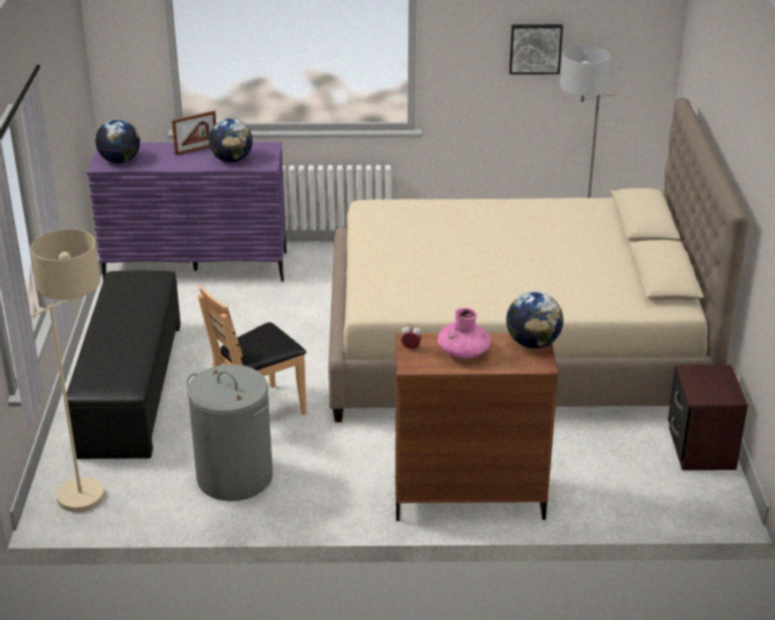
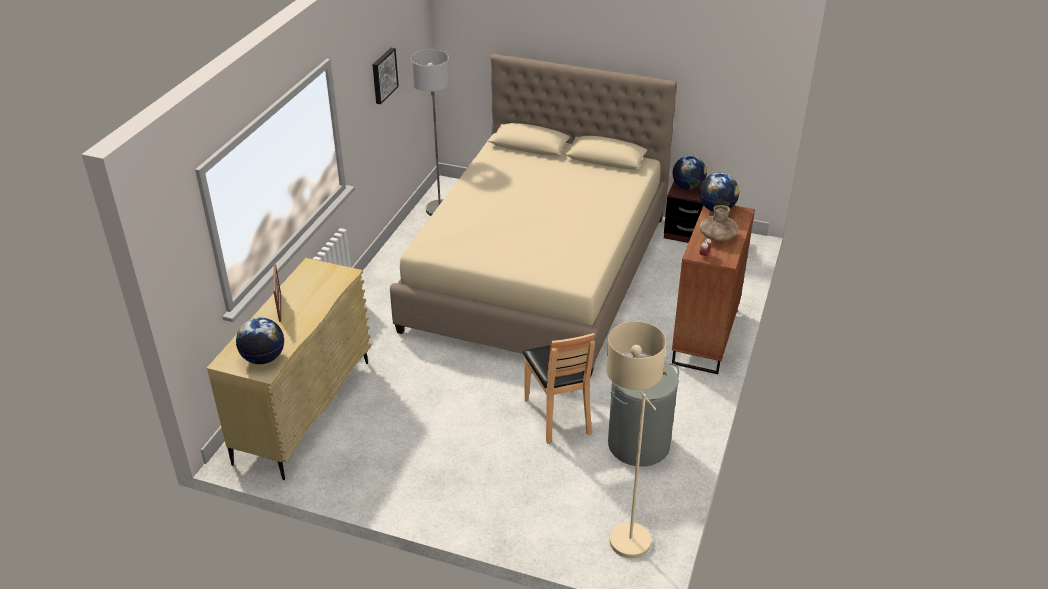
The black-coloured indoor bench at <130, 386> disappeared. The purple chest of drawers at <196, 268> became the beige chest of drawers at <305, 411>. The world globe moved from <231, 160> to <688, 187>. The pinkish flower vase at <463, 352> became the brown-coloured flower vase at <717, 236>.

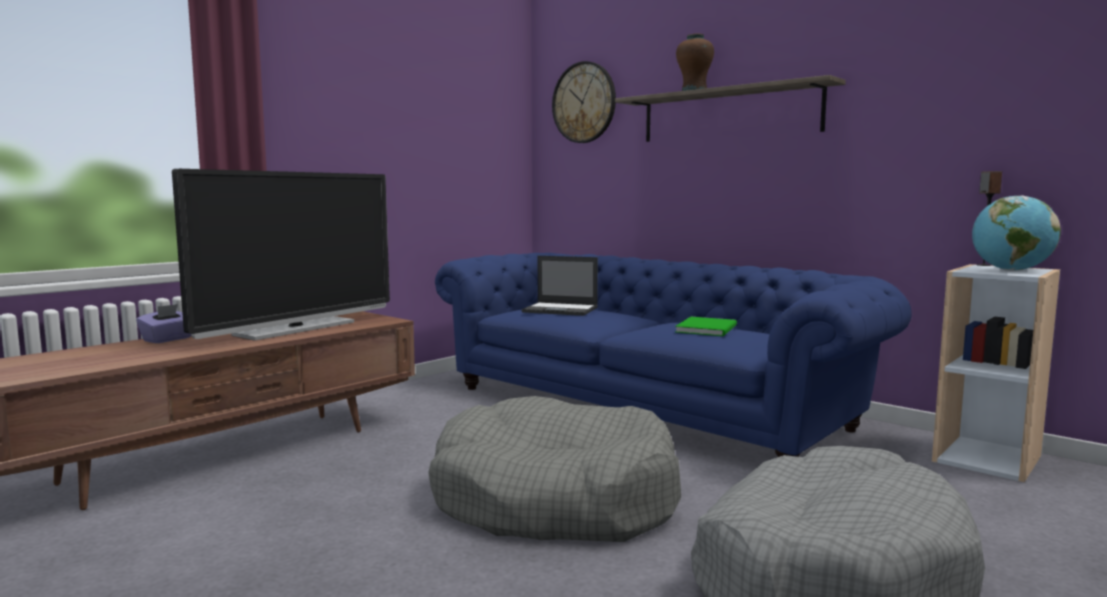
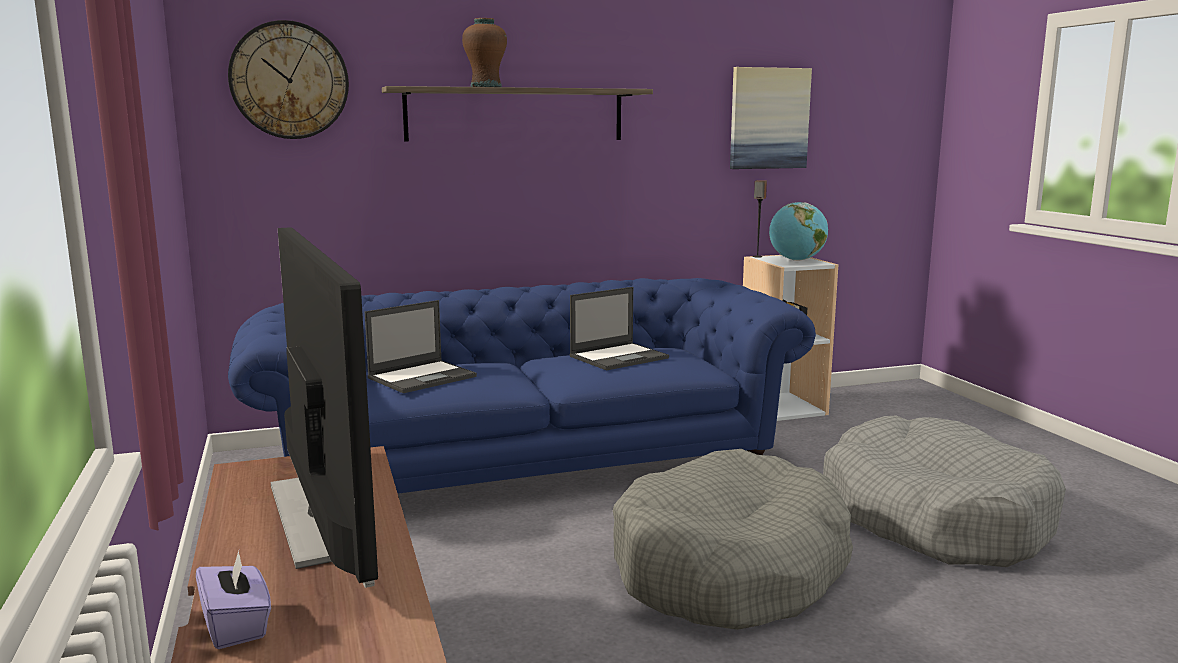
The green-coloured book at <708, 328> was replaced by the portable computer at <619, 357>. The wall picture at <769, 118> appeared.

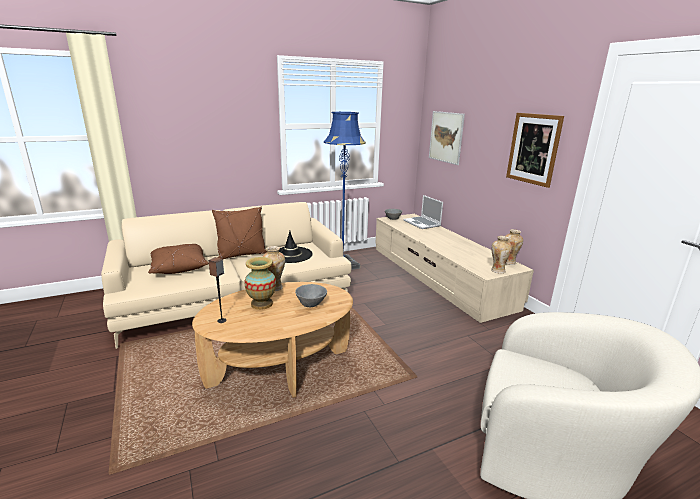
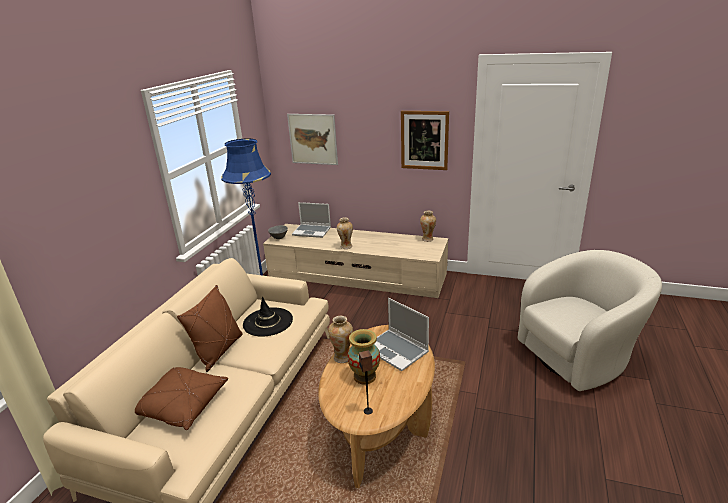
The greyish deep dish at <311, 304> was replaced by the portable computer at <397, 350>. The flower vase moved from <497, 270> to <346, 246>.

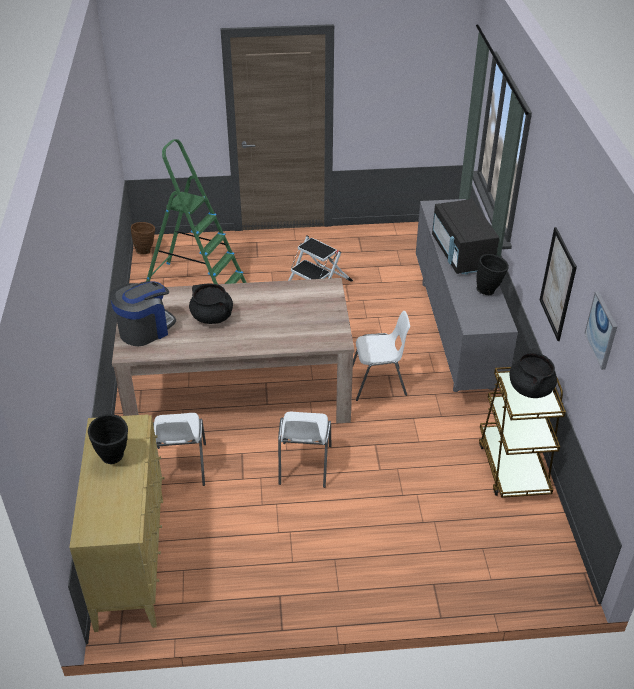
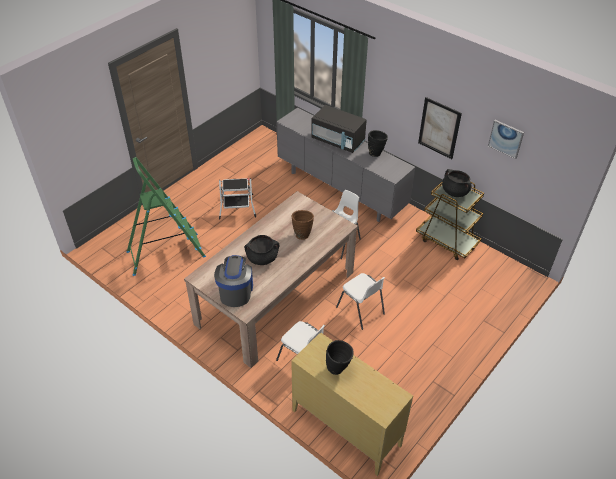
The brown-coloured flower vase moved from <146, 250> to <302, 234>.

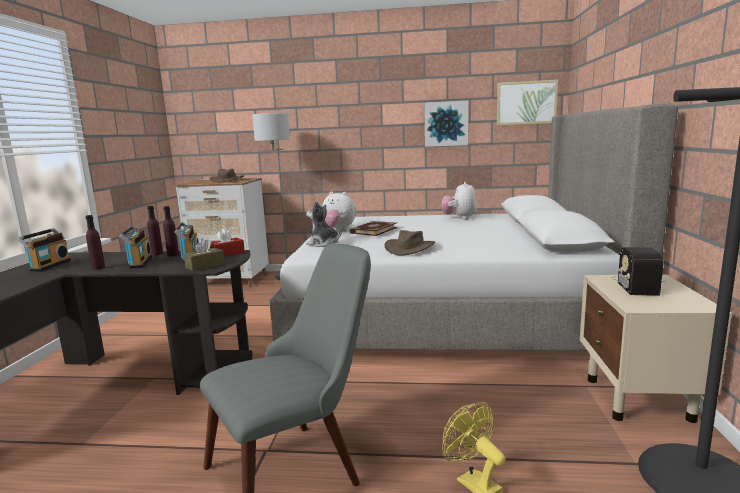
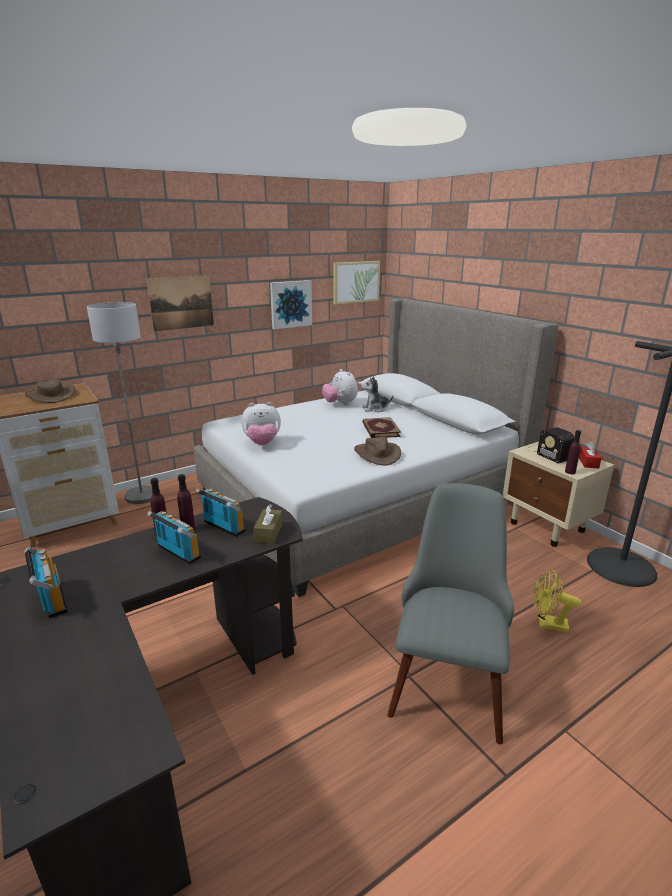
The purple bottle moved from <98, 268> to <570, 472>. The red-coloured tissue holder moved from <227, 254> to <588, 462>. The soft toy moved from <323, 244> to <375, 409>. The book moved from <373, 230> to <380, 430>. The wall picture at <181, 303> appeared.

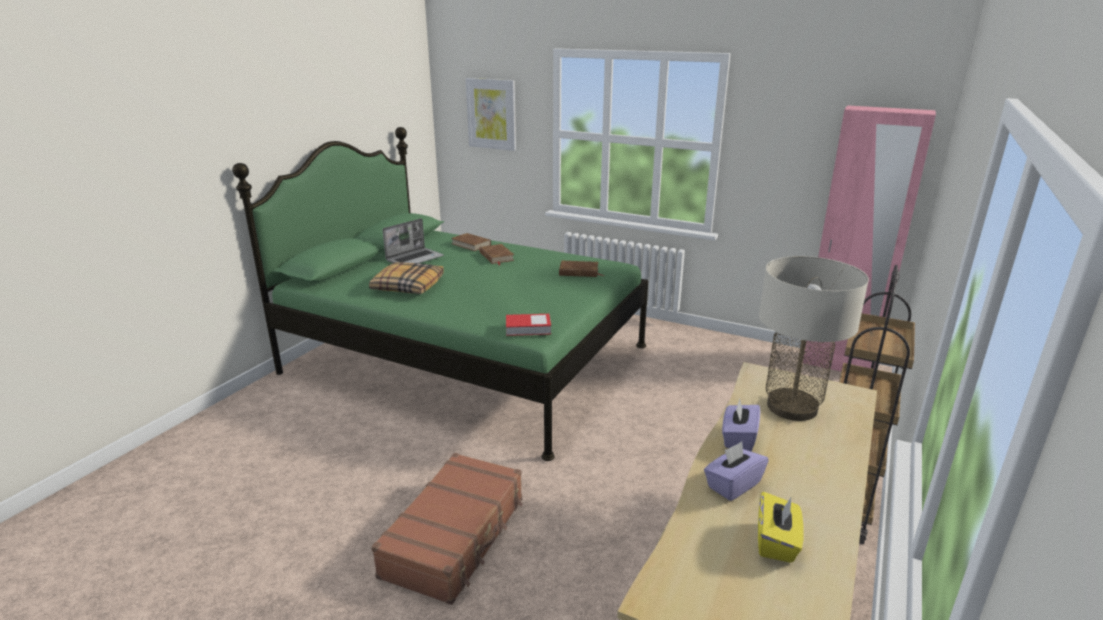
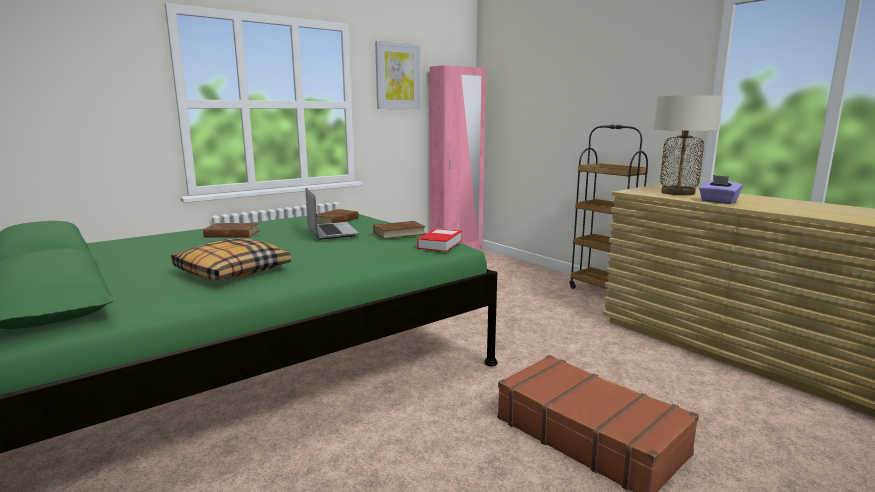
The portable computer moved from <415, 258> to <331, 232>. The brown-coloured book moved from <471, 244> to <398, 233>. The wall picture moved from <491, 114> to <398, 76>. The purple tissue holder at <732, 485> disappeared. The yellow tissue holder at <776, 542> disappeared.

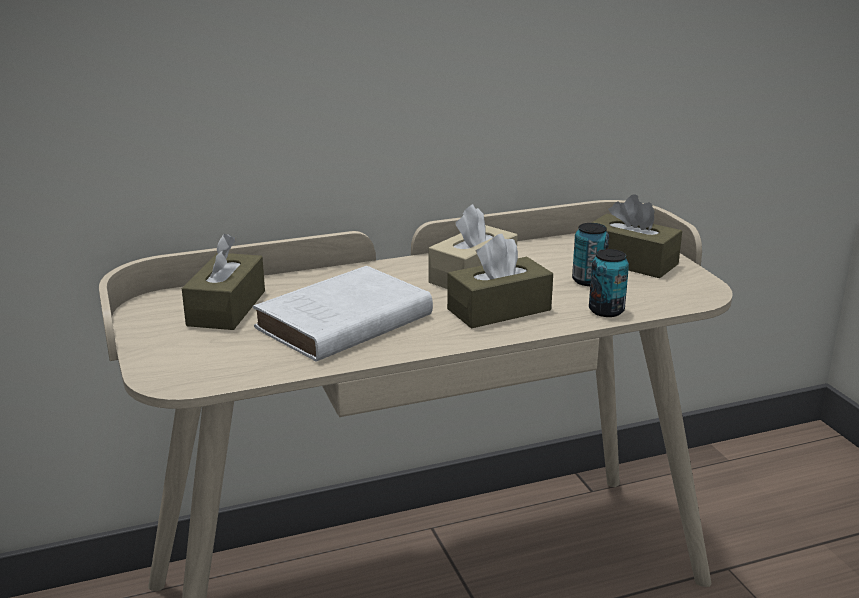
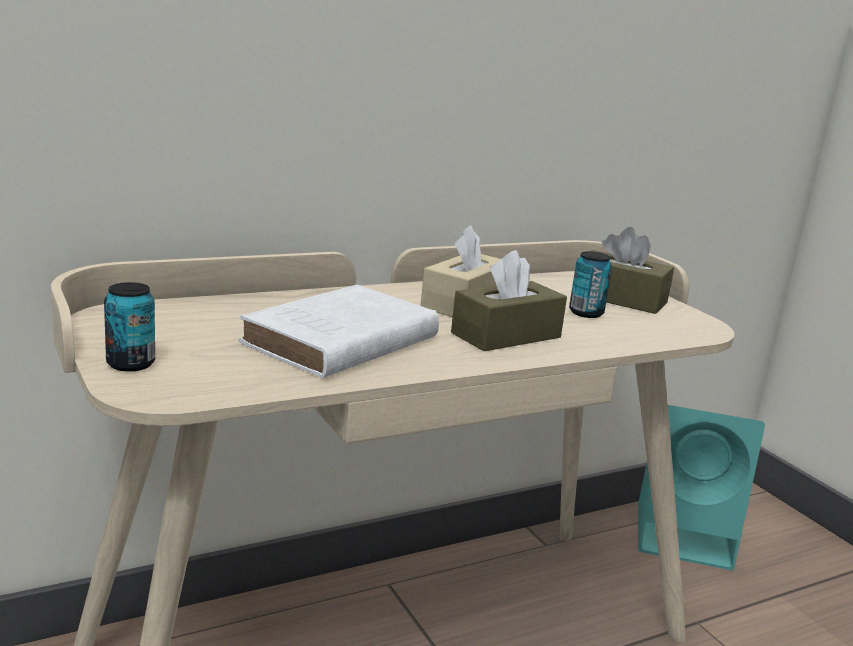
The brown-coloured tissue holder at <226, 308> disappeared. The can moved from <606, 310> to <130, 363>. The turquoise speaker at <686, 536> appeared.

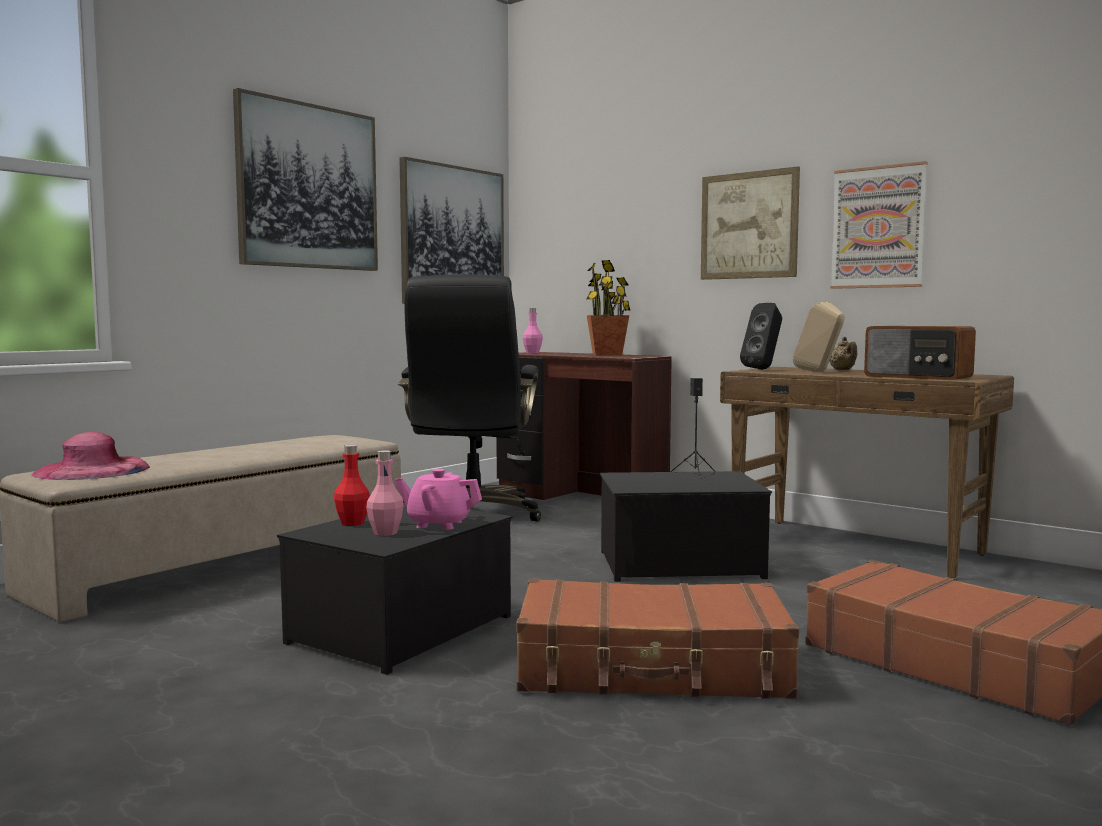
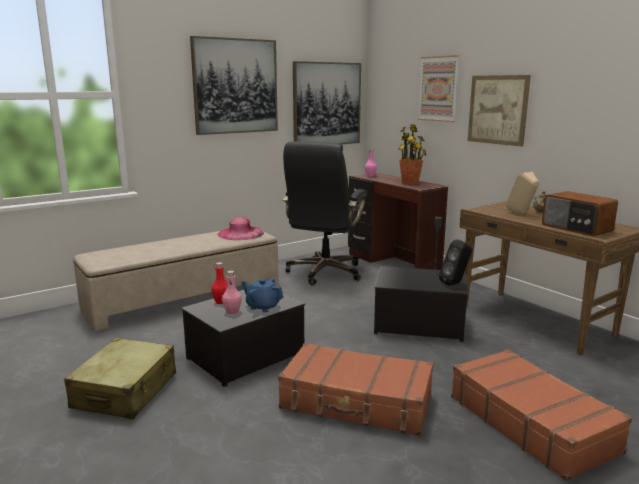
The pinkish clothing hat moved from <92, 470> to <240, 233>. The pinkish tea pot at <438, 524> became the blue tea pot at <262, 307>. The black-coloured speaker moved from <763, 369> to <455, 283>. The wall picture moved from <878, 227> to <438, 89>. The beige suitcase at <125, 391> appeared.

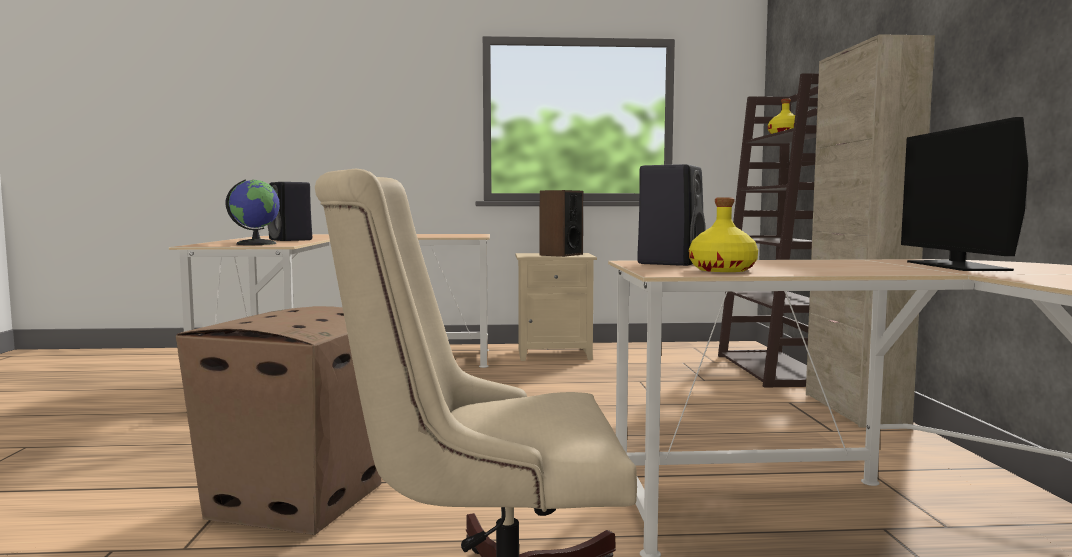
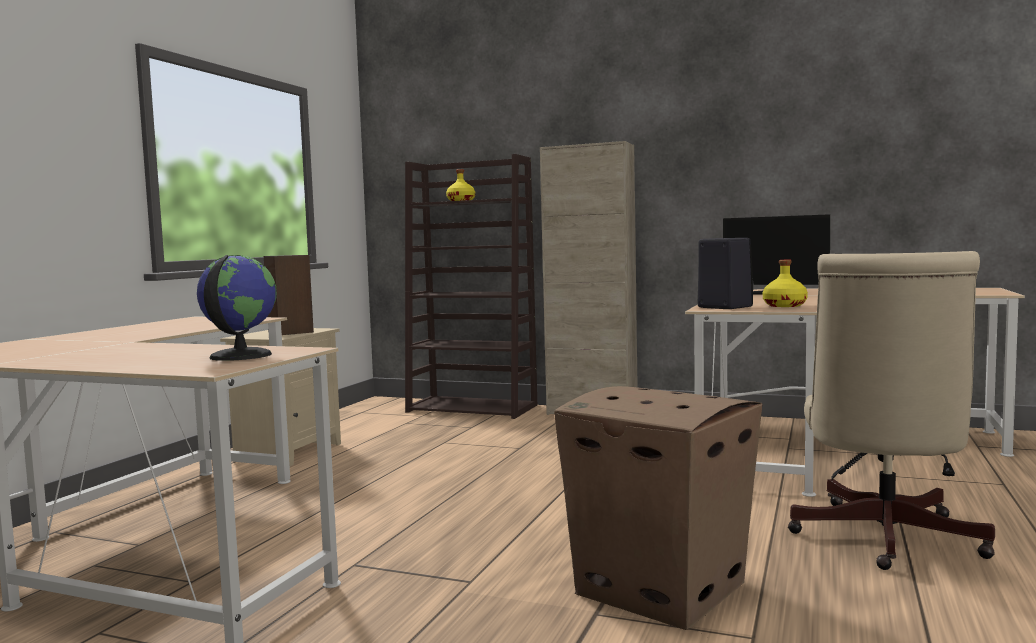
The black-coloured speaker at <291, 240> disappeared.

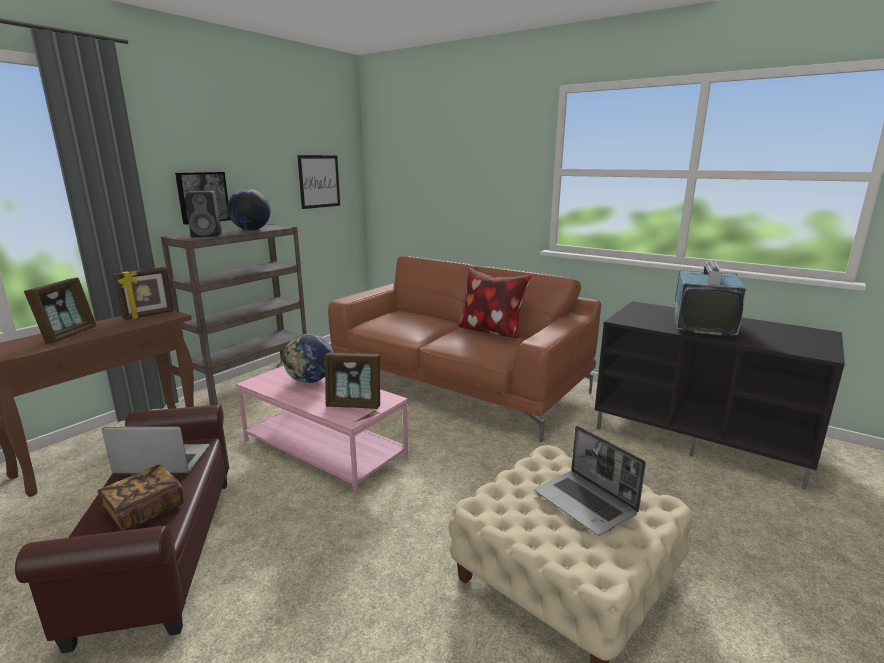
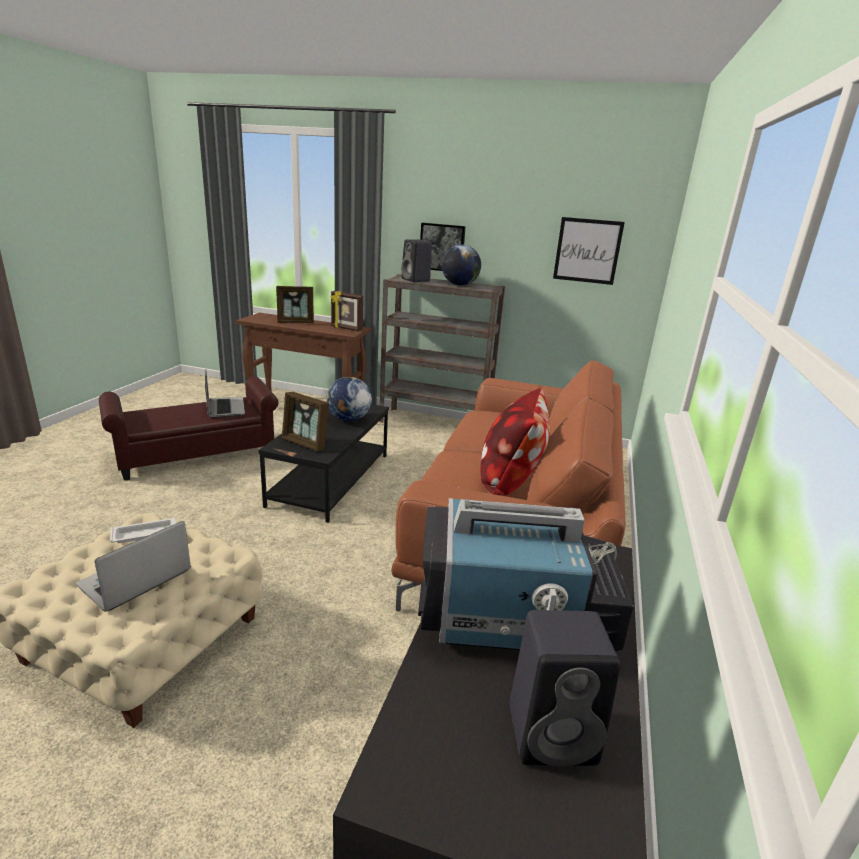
The book at <145, 510> disappeared. The pinkish low table at <325, 449> became the black-coloured low table at <331, 480>. The standing frame at <354, 405> turned 45 degrees counterclockwise. The whitish tray at <146, 534> appeared. The black-coloured speaker at <554, 733> appeared.

